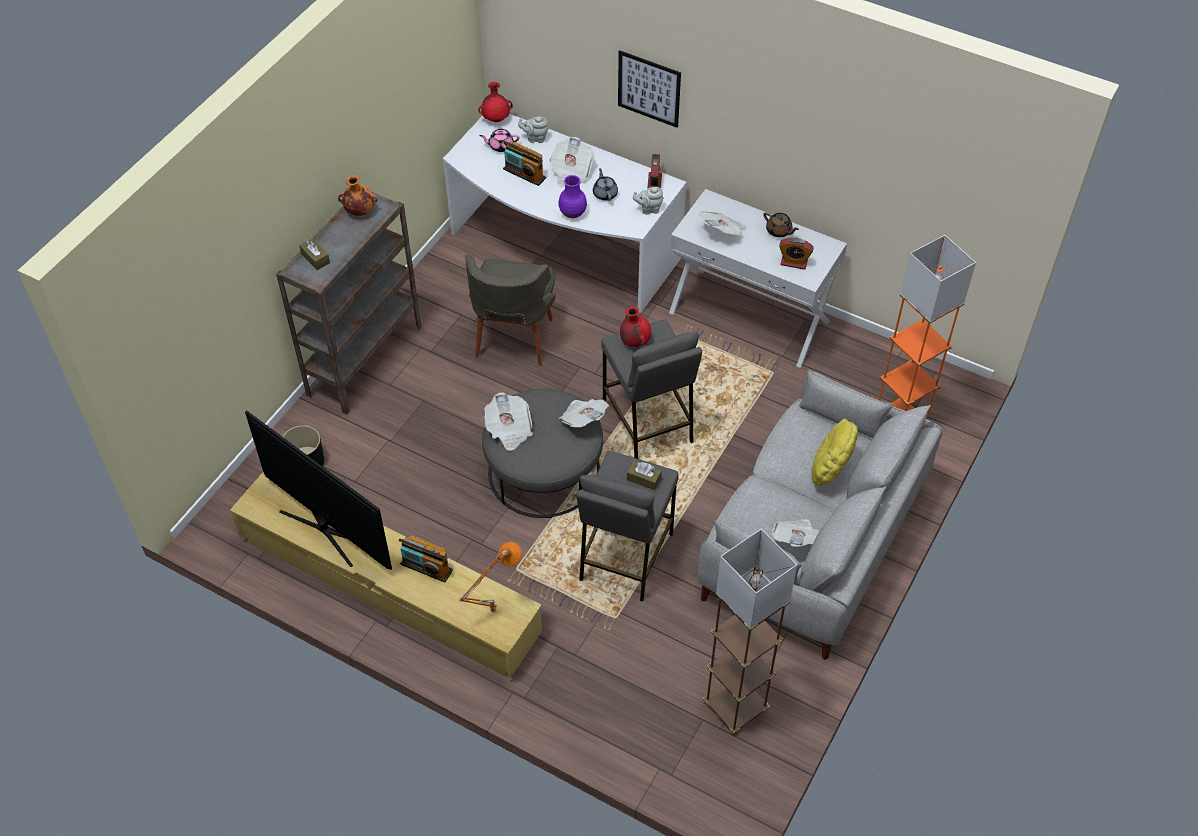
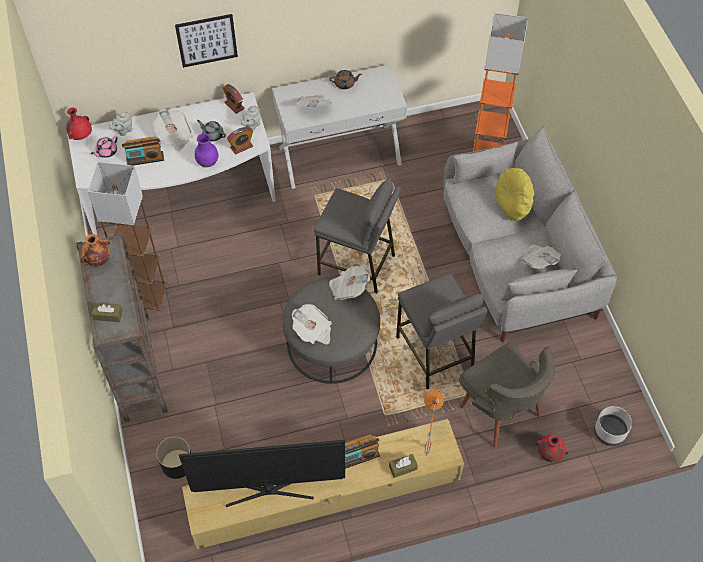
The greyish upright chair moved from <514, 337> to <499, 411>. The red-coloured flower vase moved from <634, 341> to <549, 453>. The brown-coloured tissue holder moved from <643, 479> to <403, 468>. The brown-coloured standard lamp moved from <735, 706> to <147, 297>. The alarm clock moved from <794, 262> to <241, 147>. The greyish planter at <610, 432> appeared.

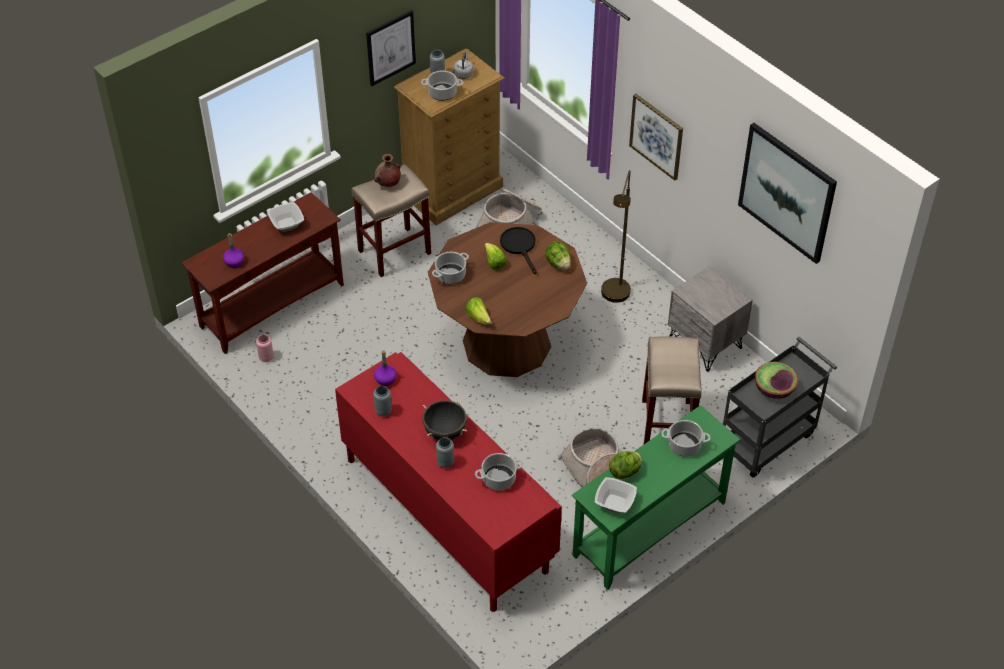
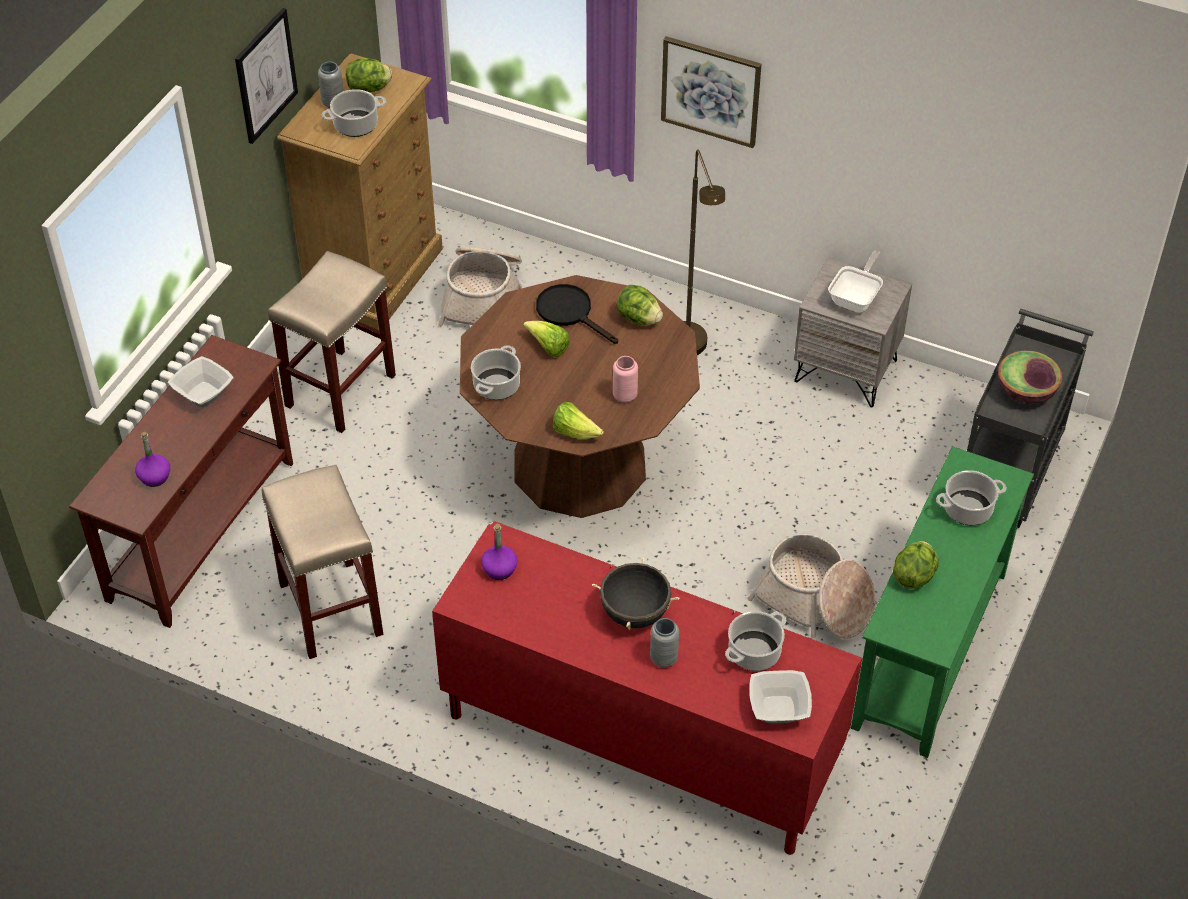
The pinkish flower vase moved from <266, 357> to <625, 396>. The greyish flower vase at <383, 411> disappeared. The brown-coloured flower vase at <388, 184> disappeared. The greyish water kettle at <463, 73> was replaced by the head of lettuce at <369, 89>. The deep dish moved from <614, 504> to <779, 710>. The beige stool seat moved from <666, 424> to <329, 608>. The wall picture at <787, 192> disappeared. The pan at <856, 298> appeared.

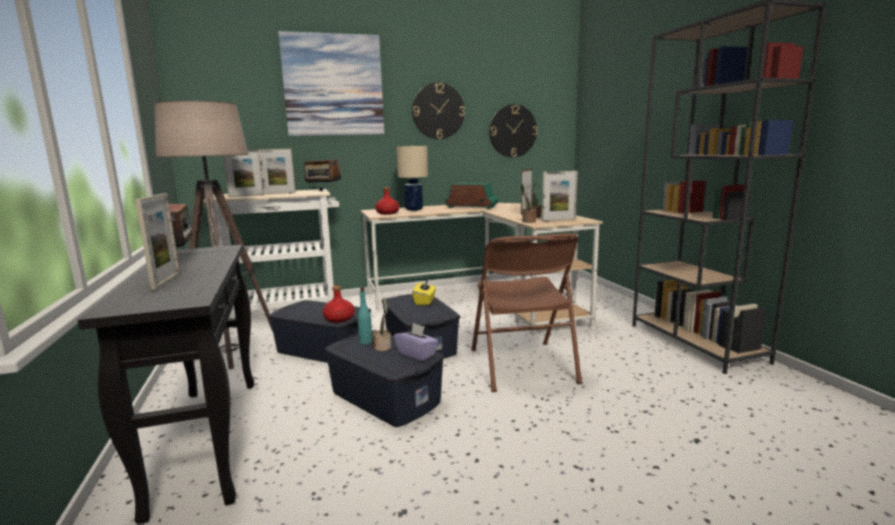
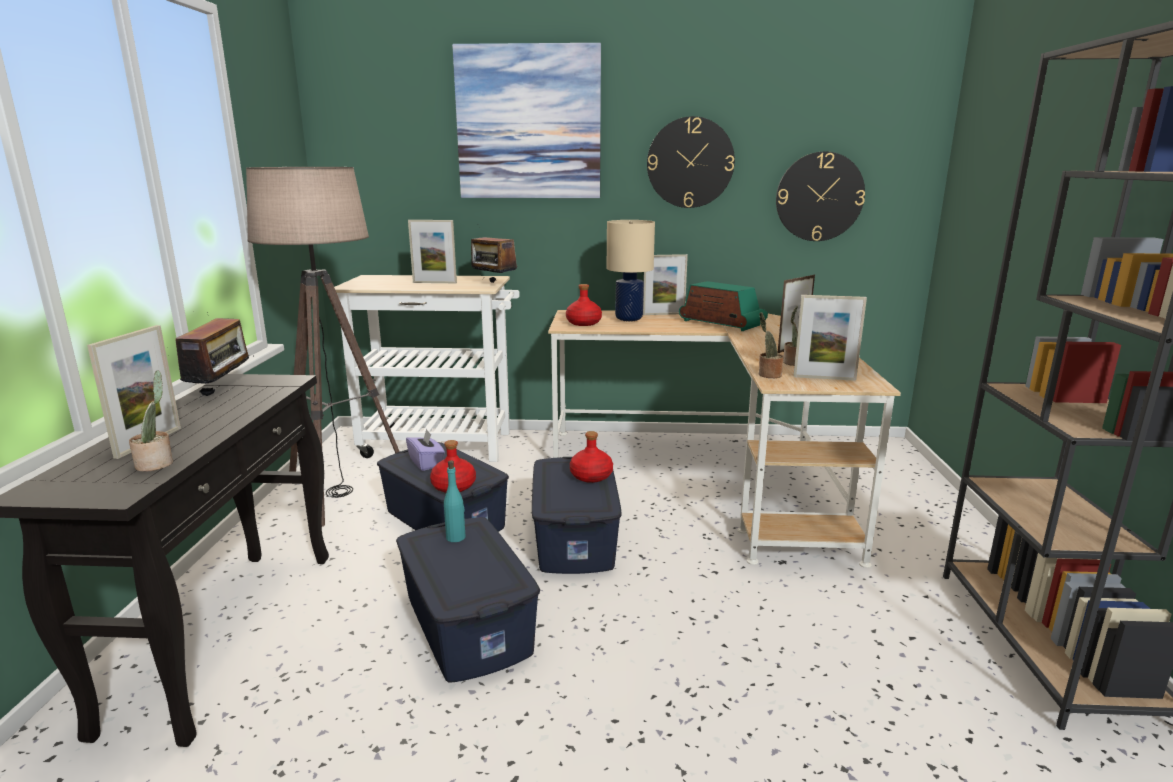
The standing frame moved from <246, 196> to <663, 314>. The plant in a pot moved from <383, 347> to <157, 463>. The purple tissue holder moved from <417, 354> to <426, 463>. The yellow tissue holder at <425, 301> was replaced by the red-coloured bottle at <591, 476>. The brown-coloured upright chair at <521, 365> disappeared.

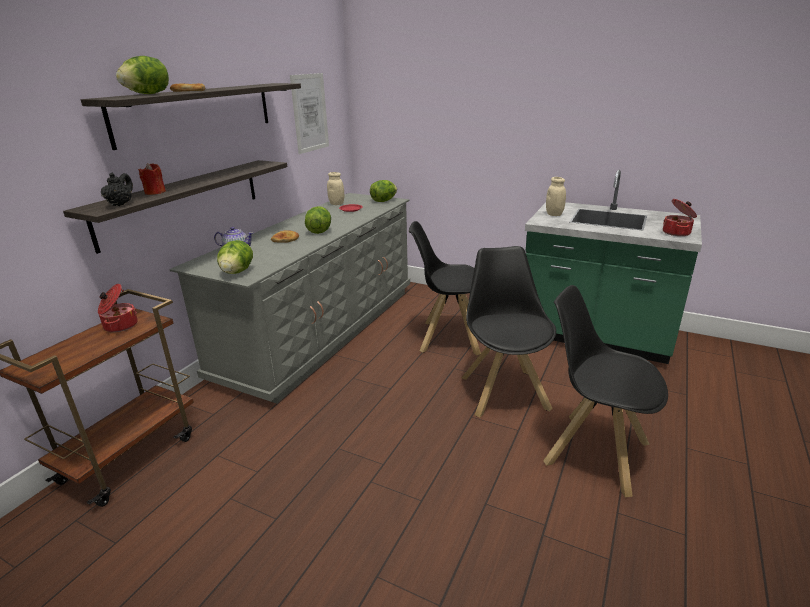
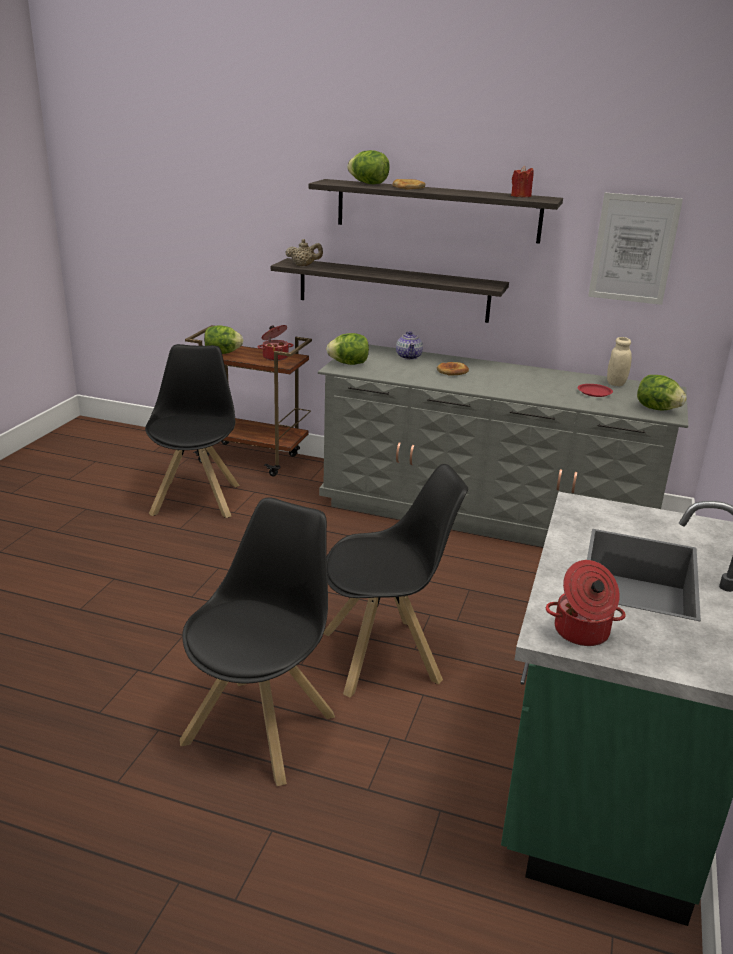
The black-coloured tea pot at <121, 204> became the beige tea pot at <304, 265>. The red-coloured wax light moved from <155, 192> to <520, 196>. The head of lettuce moved from <319, 231> to <222, 353>. The black-coloured upright chair moved from <448, 337> to <197, 498>. The beige jar at <554, 214> disappeared.

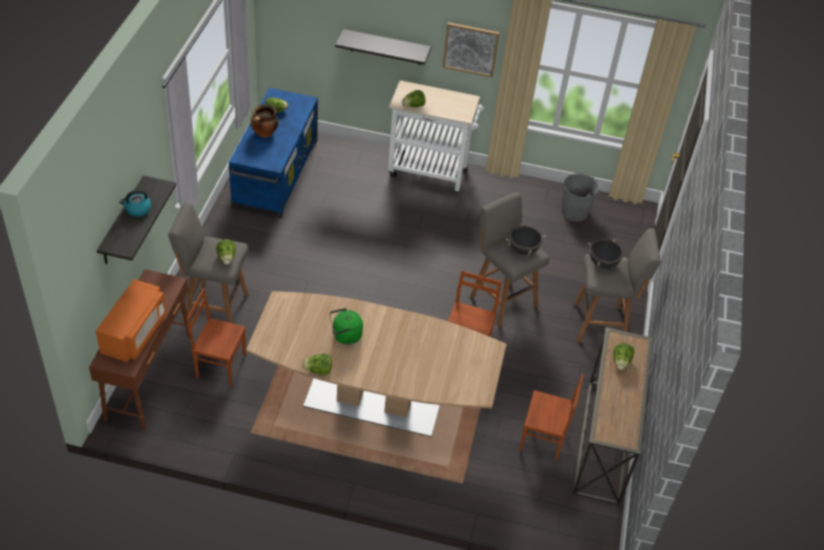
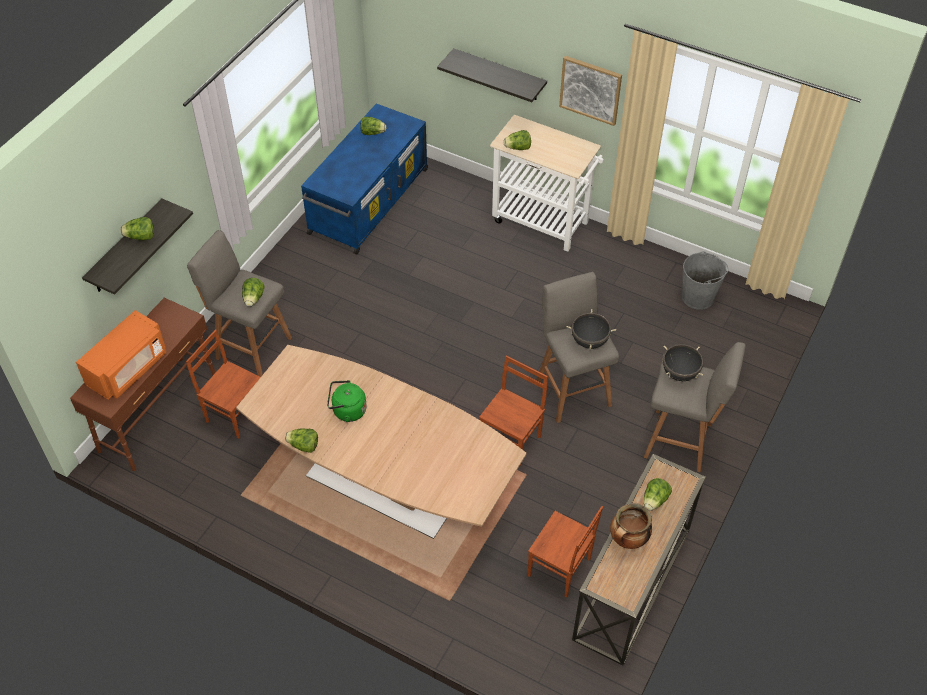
The water kettle at <137, 209> was replaced by the head of lettuce at <140, 237>. The saucepot moved from <264, 134> to <628, 540>.

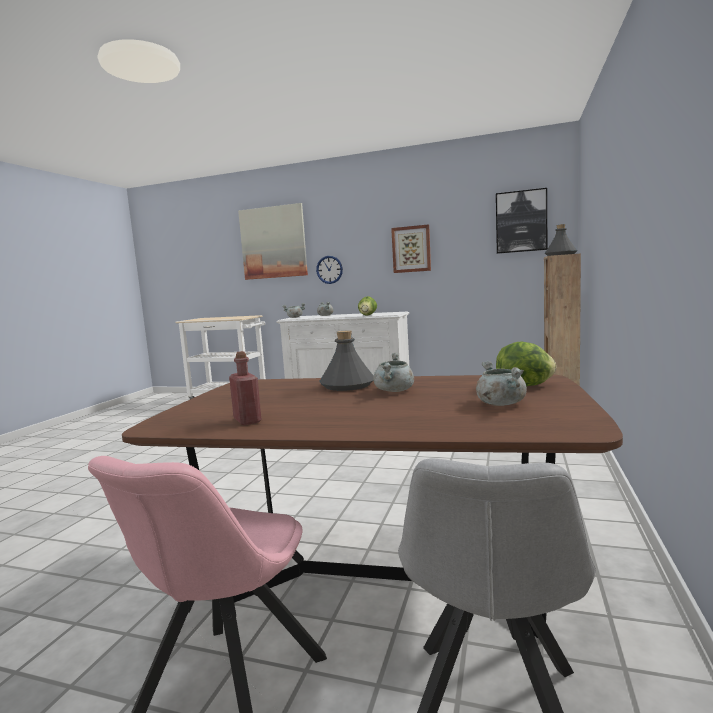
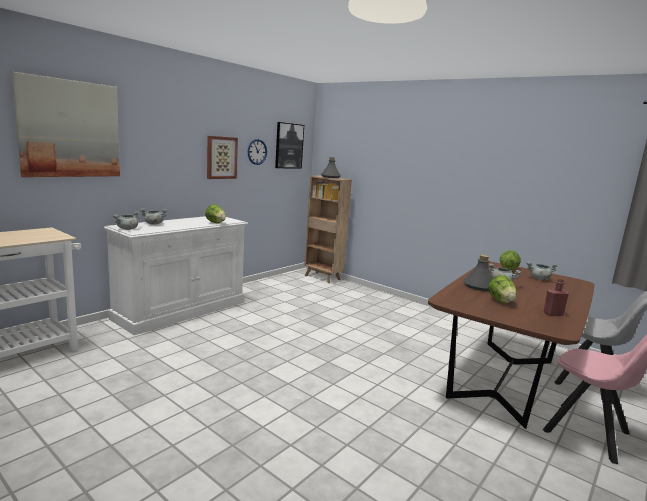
The clock on the wall moved from <329, 269> to <257, 152>. The head of lettuce at <500, 301> appeared.

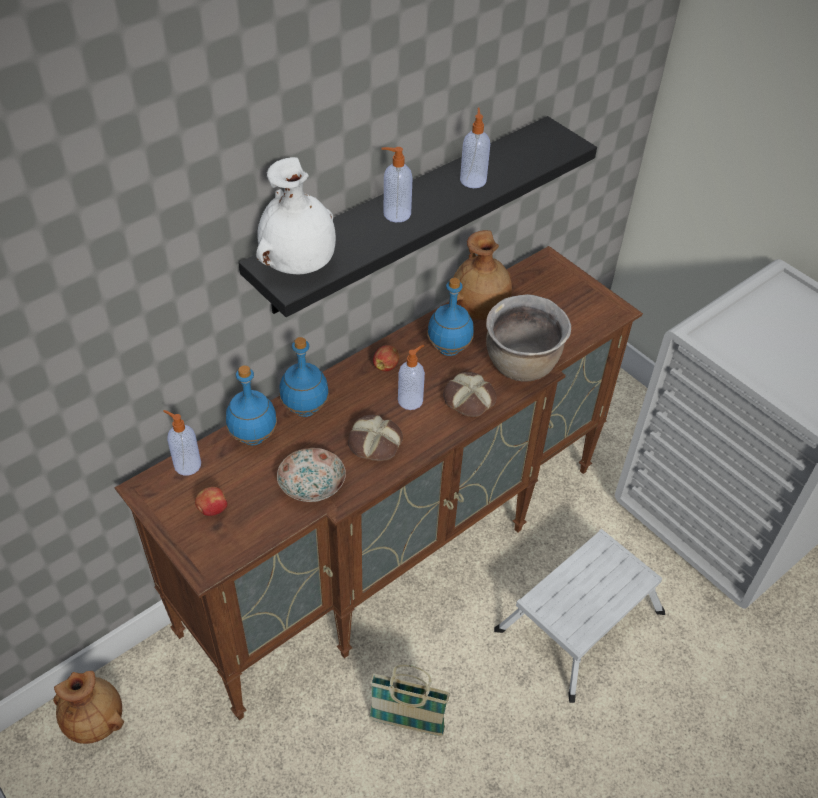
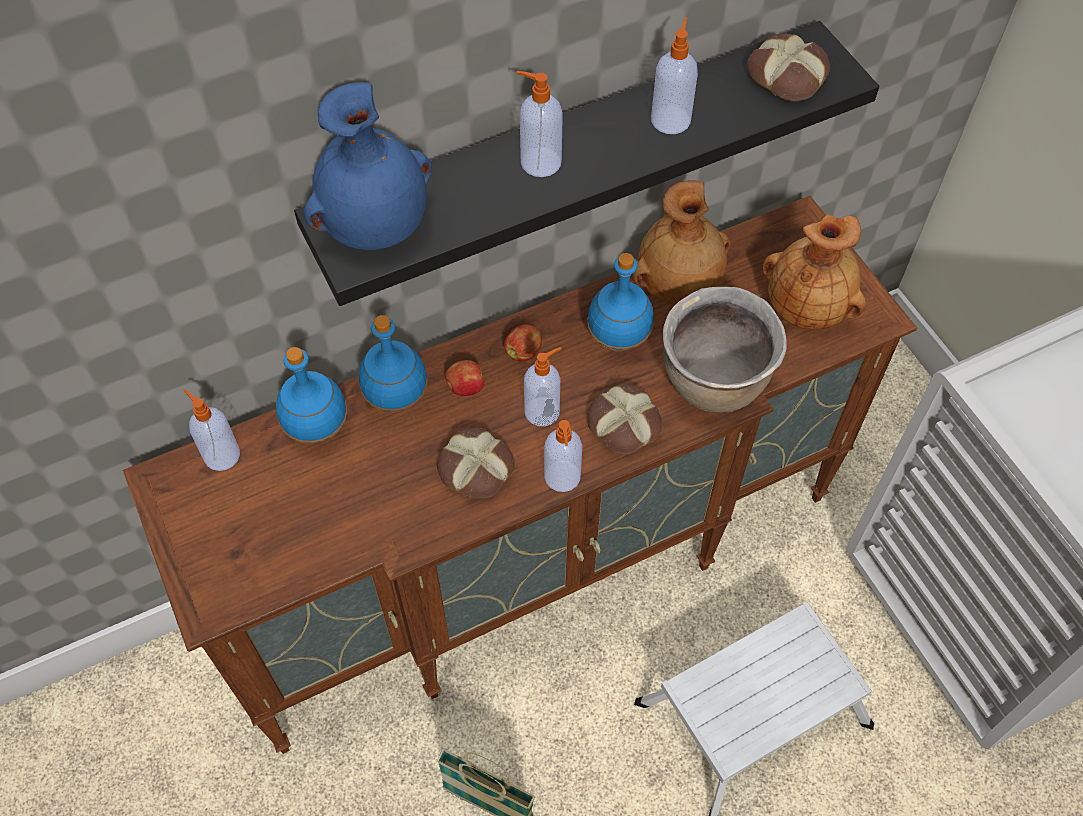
The brown-coloured flower vase moved from <95, 720> to <807, 307>. The apple moved from <212, 509> to <465, 388>. The whitish flower vase at <299, 264> became the blue flower vase at <376, 227>. The flat dish at <312, 483> disappeared. The soap dispenser at <562, 478> appeared. The bread at <788, 75> appeared.

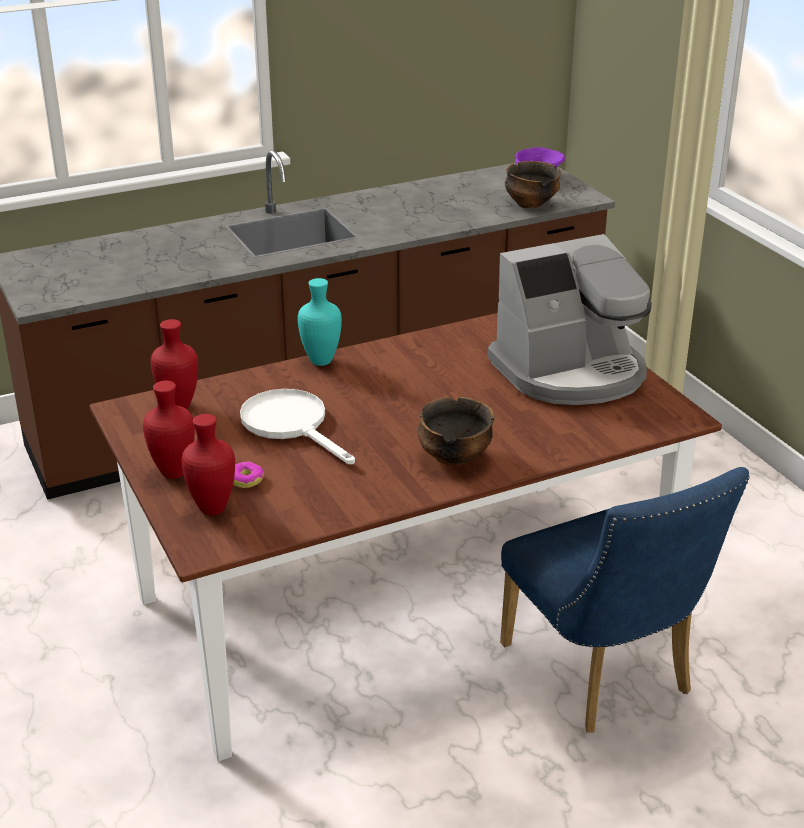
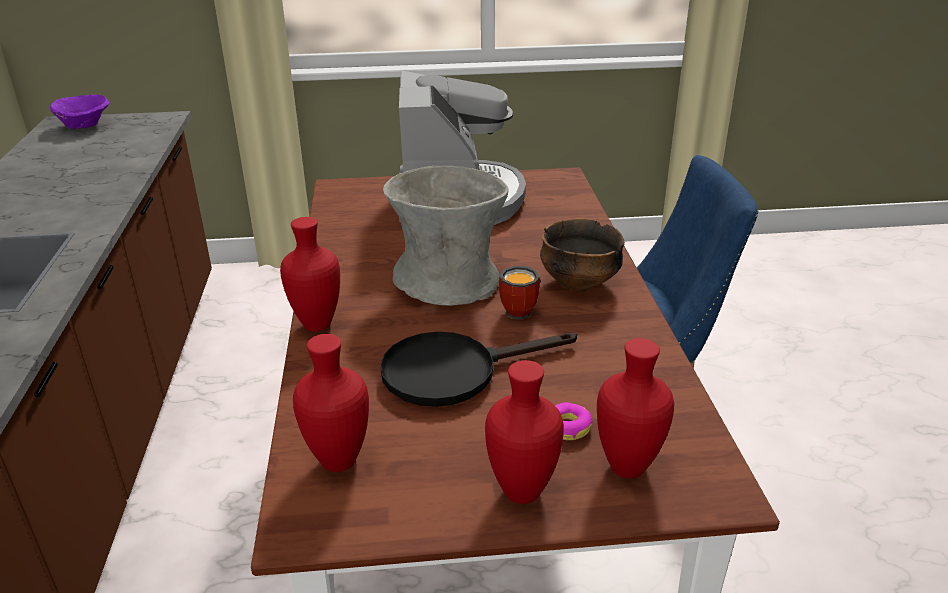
The whitish pan at <291, 425> became the black-coloured pan at <454, 371>. The turquoise flower vase at <322, 361> became the red-coloured flower vase at <318, 324>. The deep dish at <530, 204> disappeared. The greyish flower vase at <448, 280> appeared. The tea mug at <523, 310> appeared.

